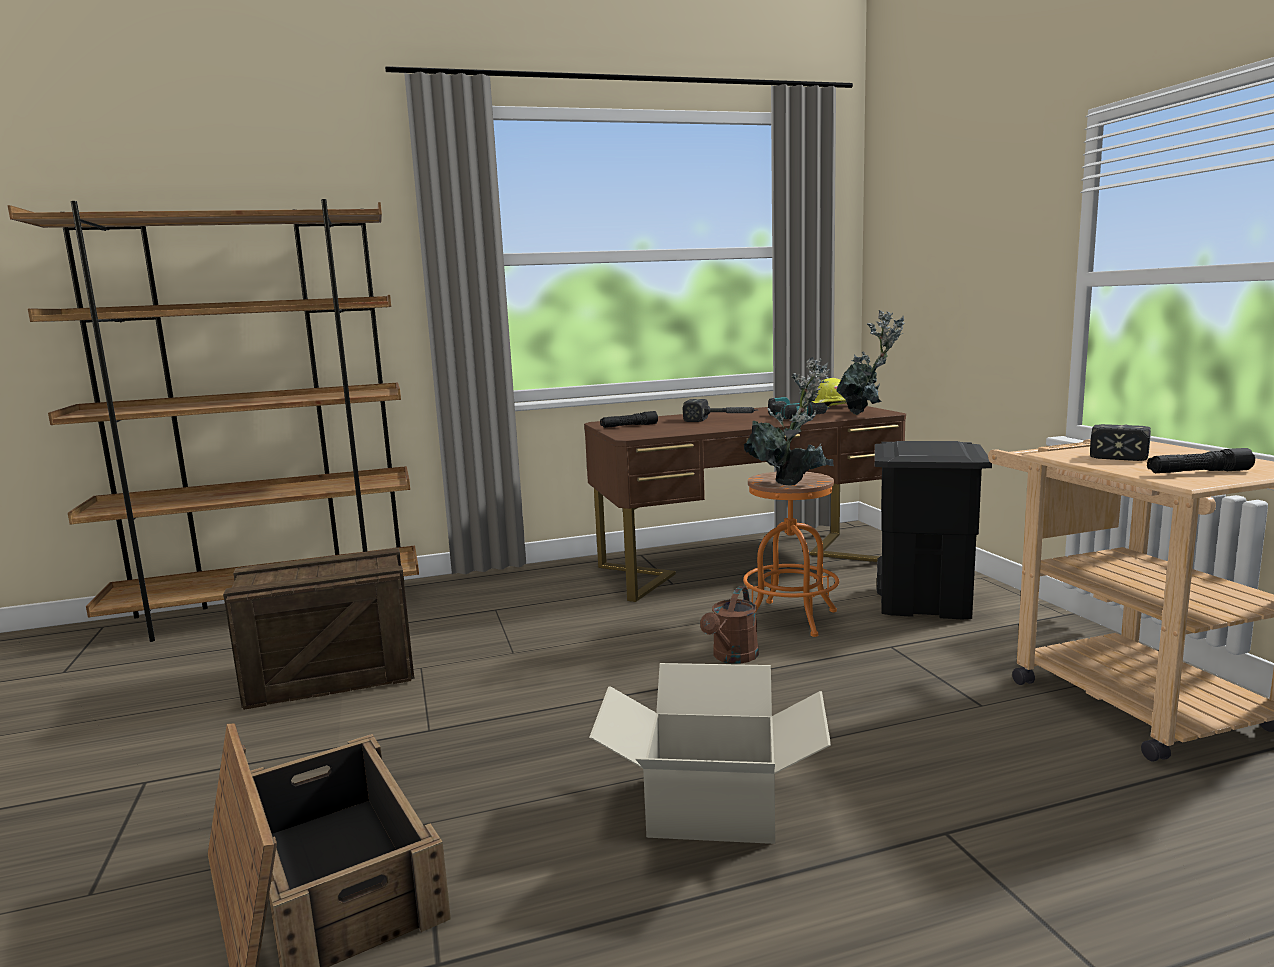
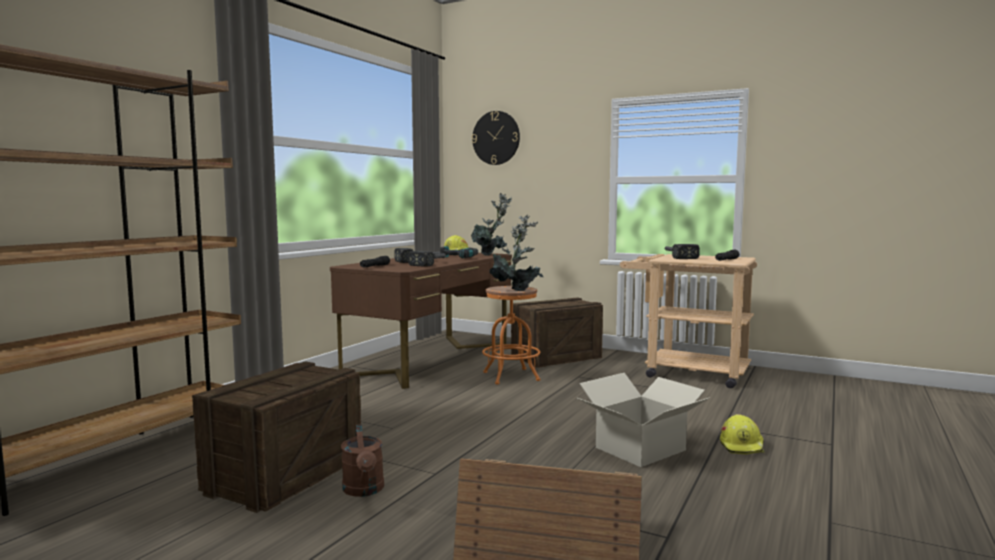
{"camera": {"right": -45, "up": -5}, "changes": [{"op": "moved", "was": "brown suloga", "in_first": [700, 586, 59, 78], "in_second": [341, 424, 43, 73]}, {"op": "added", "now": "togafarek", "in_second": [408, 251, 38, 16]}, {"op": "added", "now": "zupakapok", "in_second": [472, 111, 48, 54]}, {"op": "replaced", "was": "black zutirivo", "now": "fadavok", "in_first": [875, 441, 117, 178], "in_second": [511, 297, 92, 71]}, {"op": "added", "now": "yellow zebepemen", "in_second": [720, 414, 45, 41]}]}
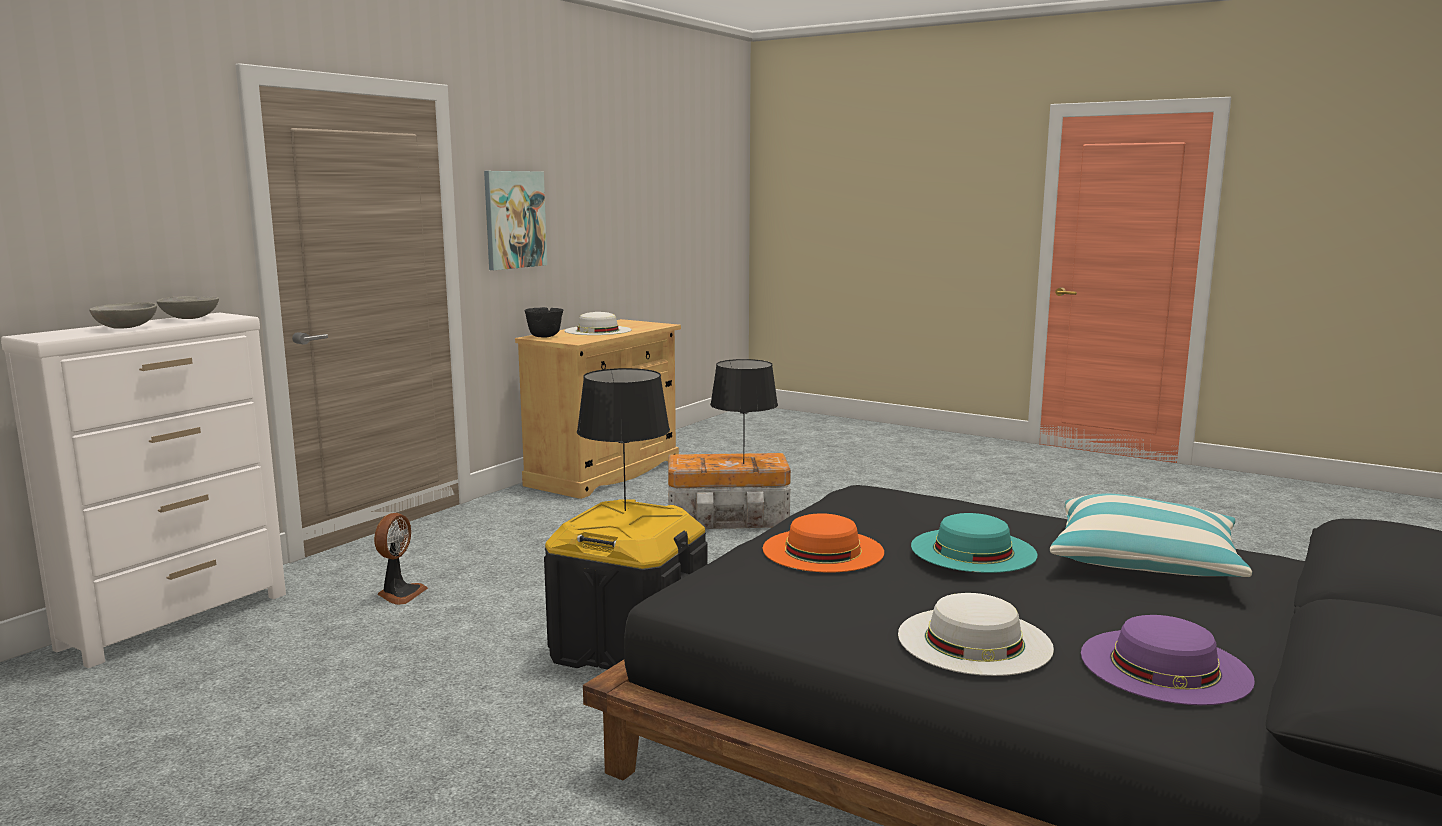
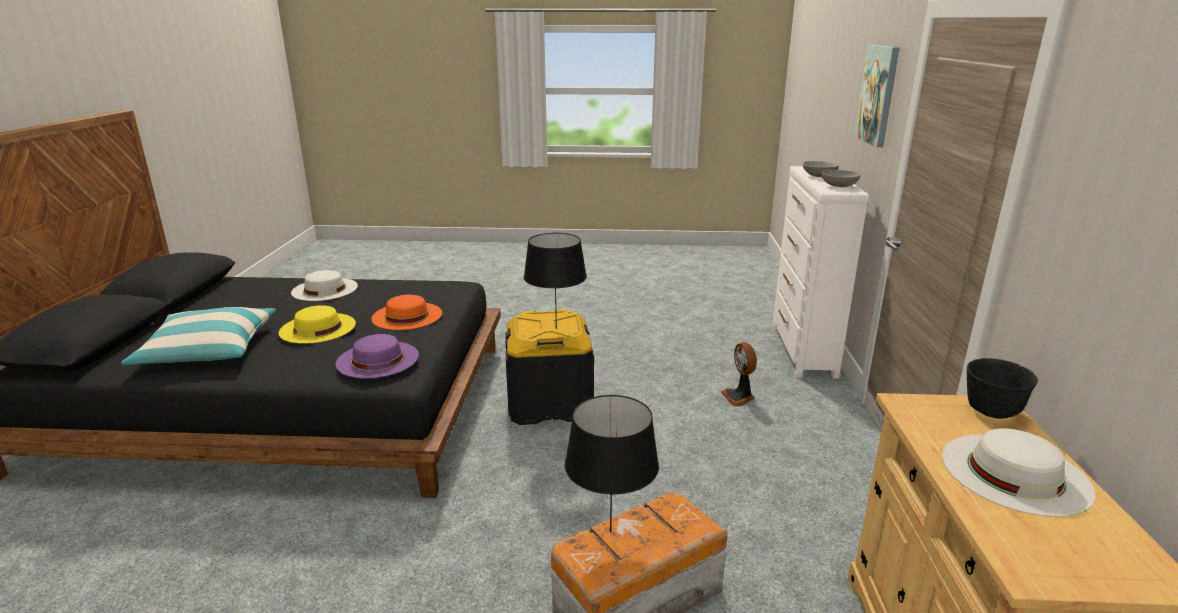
{"camera": {"right": 150, "up": 10}, "changes": [{"op": "recoloured", "was": "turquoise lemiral", "now": "yellow lemiral", "in_first": [911, 513, 127, 60], "in_second": [278, 305, 78, 39]}, {"op": "moved", "was": "purple lemiral", "in_first": [1081, 615, 174, 90], "in_second": [336, 334, 83, 44]}, {"op": "moved", "was": "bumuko", "in_first": [484, 171, 63, 99], "in_second": [854, 45, 46, 102]}]}
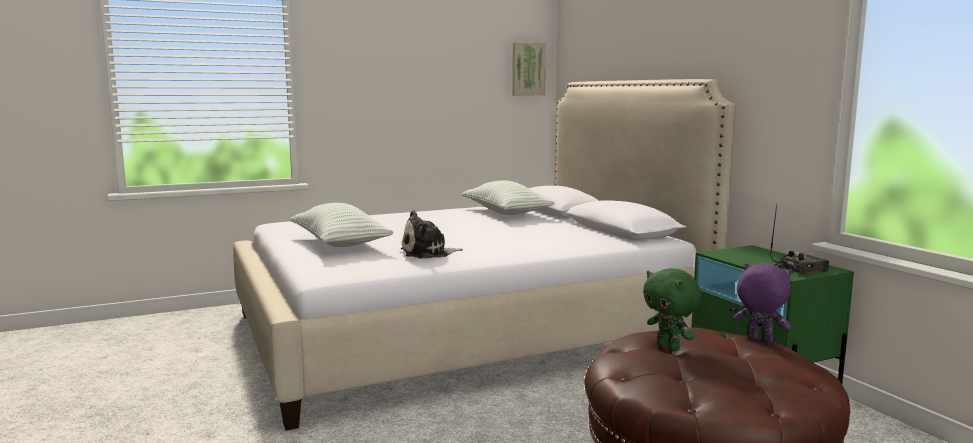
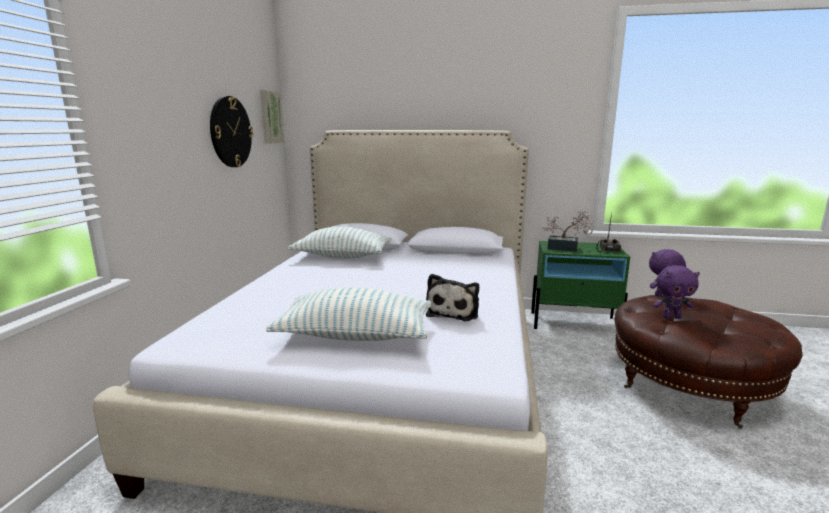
{"camera": {"right": -55, "up": 5}, "changes": [{"op": "added", "now": "zupakapok", "in_second": [210, 96, 43, 71]}, {"op": "added", "now": "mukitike", "in_second": [542, 211, 51, 41]}, {"op": "recoloured", "was": "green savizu", "now": "purple savizu", "in_first": [643, 268, 58, 84], "in_second": [653, 265, 47, 54]}]}
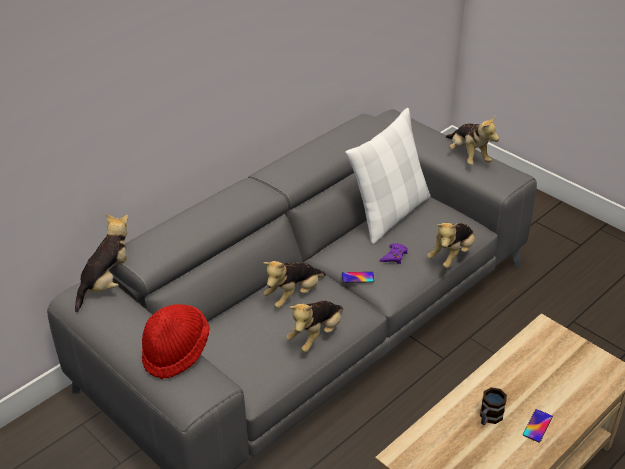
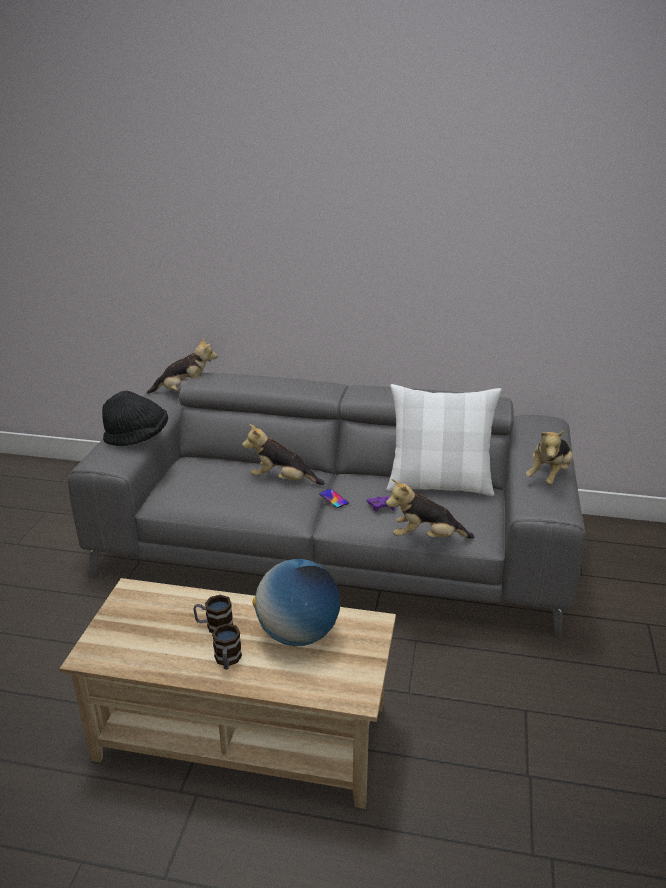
{"camera": {"right": 55, "up": -10}, "changes": [{"op": "recoloured", "was": "red lemiral", "now": "black lemiral", "in_first": [142, 304, 68, 75], "in_second": [102, 391, 66, 55]}, {"op": "replaced", "was": "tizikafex", "now": "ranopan", "in_first": [523, 409, 30, 33], "in_second": [212, 623, 30, 46]}, {"op": "added", "now": "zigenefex", "in_second": [252, 559, 88, 87]}, {"op": "removed", "was": "savizu", "in_first": [286, 301, 57, 51]}]}
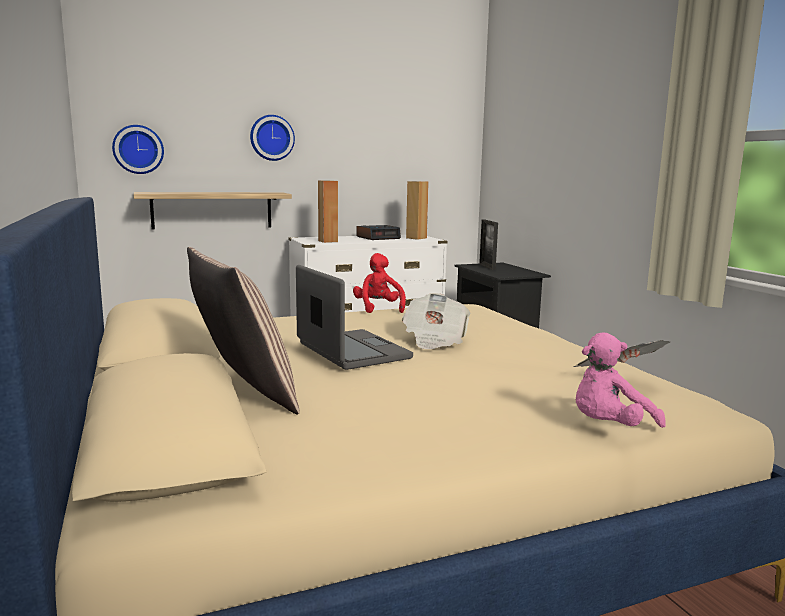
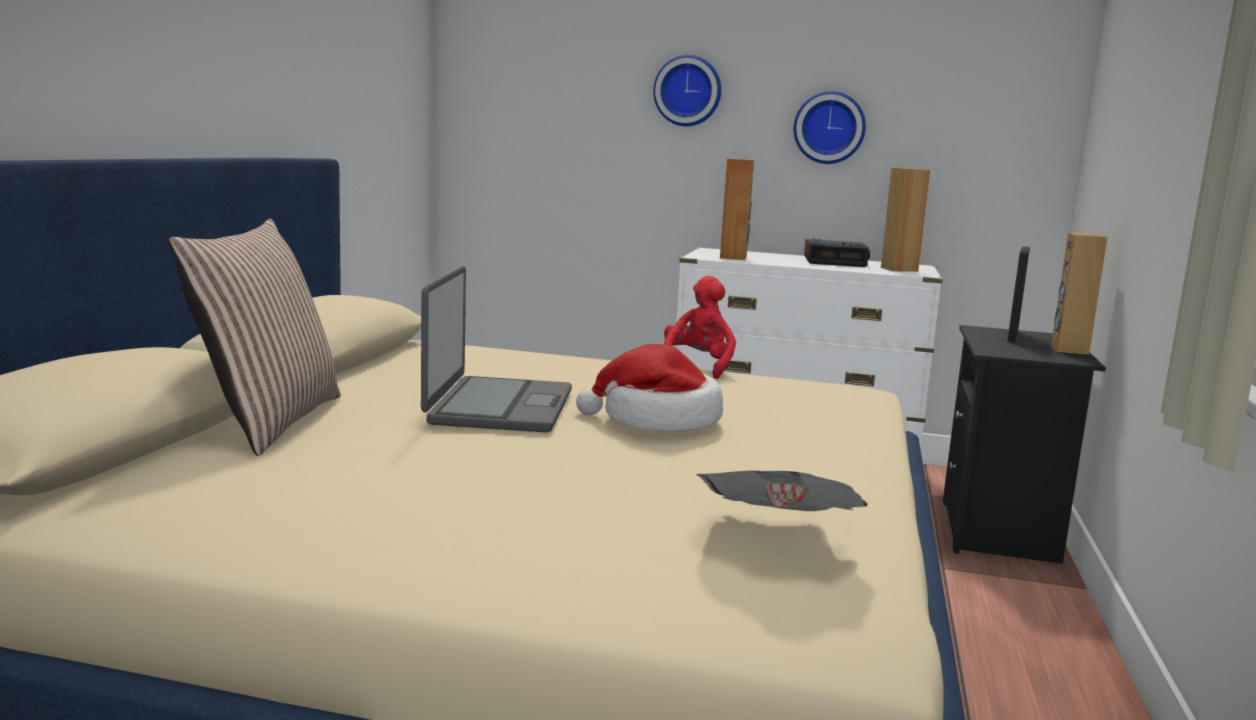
{"camera": {"right": 35, "up": 0}, "changes": [{"op": "replaced", "was": "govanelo", "now": "lemiral", "in_first": [402, 293, 68, 56], "in_second": [576, 344, 147, 88]}, {"op": "moved", "was": "zupakapok", "in_first": [112, 125, 52, 49], "in_second": [794, 91, 72, 73]}, {"op": "added", "now": "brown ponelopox", "in_second": [1051, 232, 56, 123]}, {"op": "removed", "was": "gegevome", "in_first": [134, 192, 158, 38]}, {"op": "removed", "was": "pink savizu", "in_first": [576, 332, 90, 96]}]}
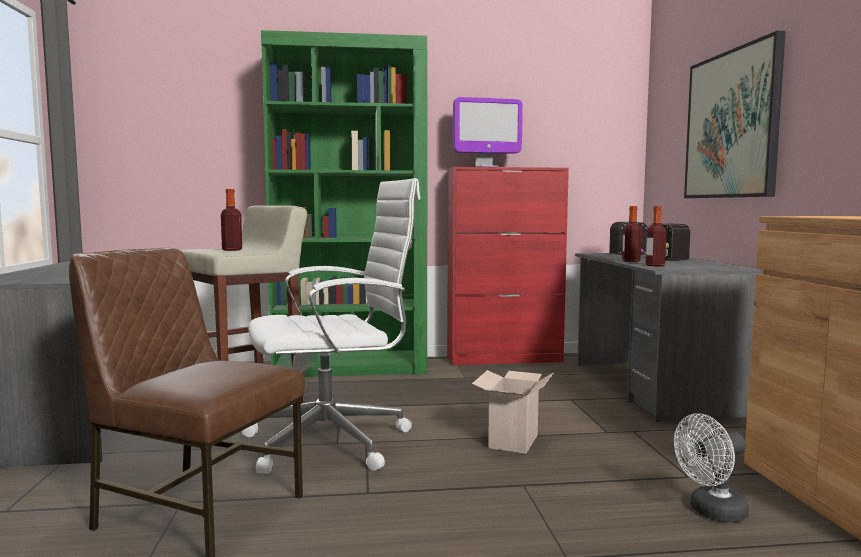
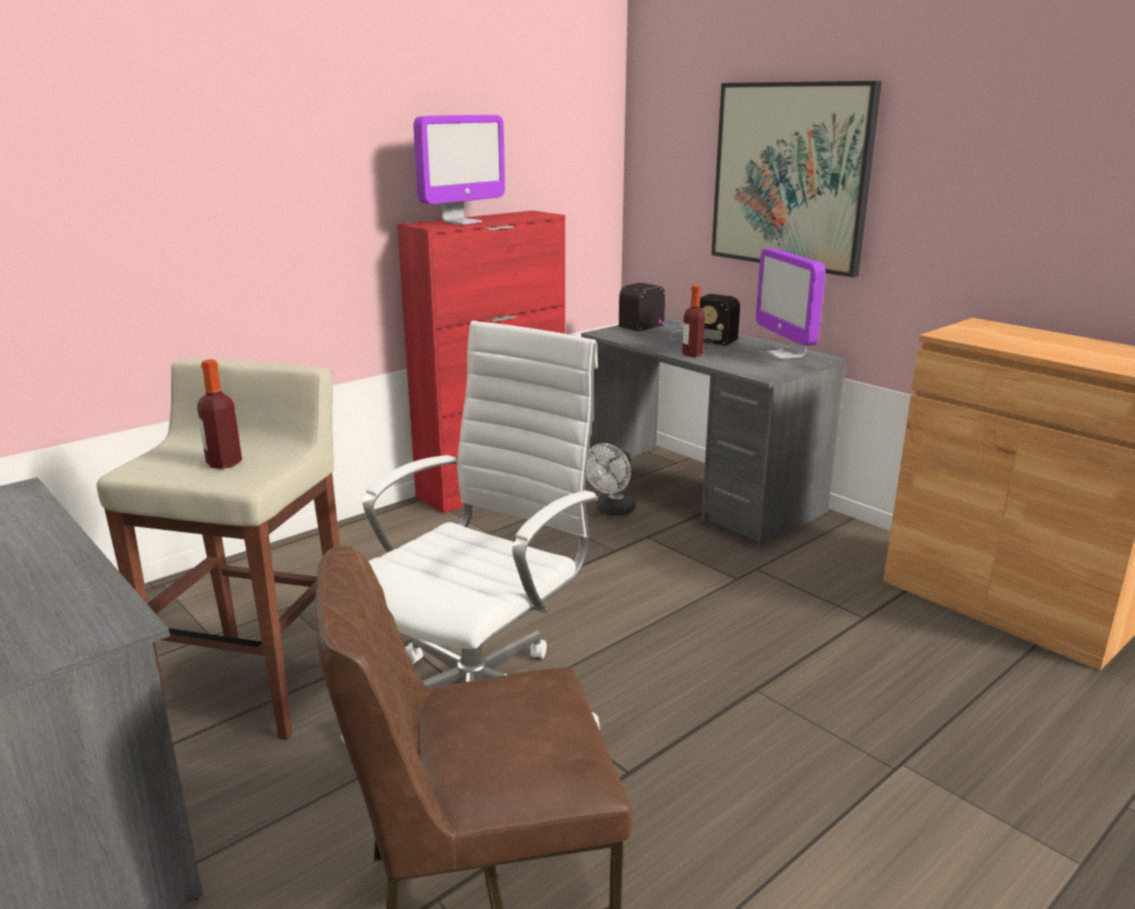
{"camera": {"right": -35, "up": 15}, "changes": [{"op": "moved", "was": "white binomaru", "in_first": [674, 413, 75, 109], "in_second": [586, 443, 50, 73]}, {"op": "added", "now": "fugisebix", "in_second": [756, 248, 70, 111]}, {"op": "removed", "was": "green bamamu", "in_first": [261, 30, 167, 347]}, {"op": "removed", "was": "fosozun", "in_first": [472, 370, 82, 84]}, {"op": "removed", "was": "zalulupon", "in_first": [646, 206, 21, 60]}]}
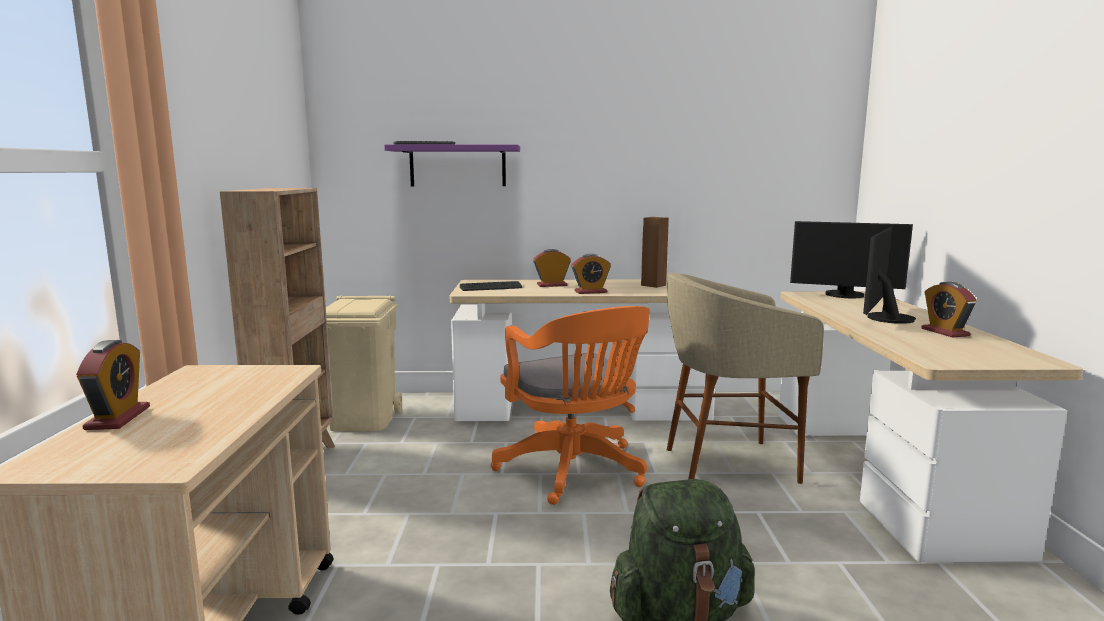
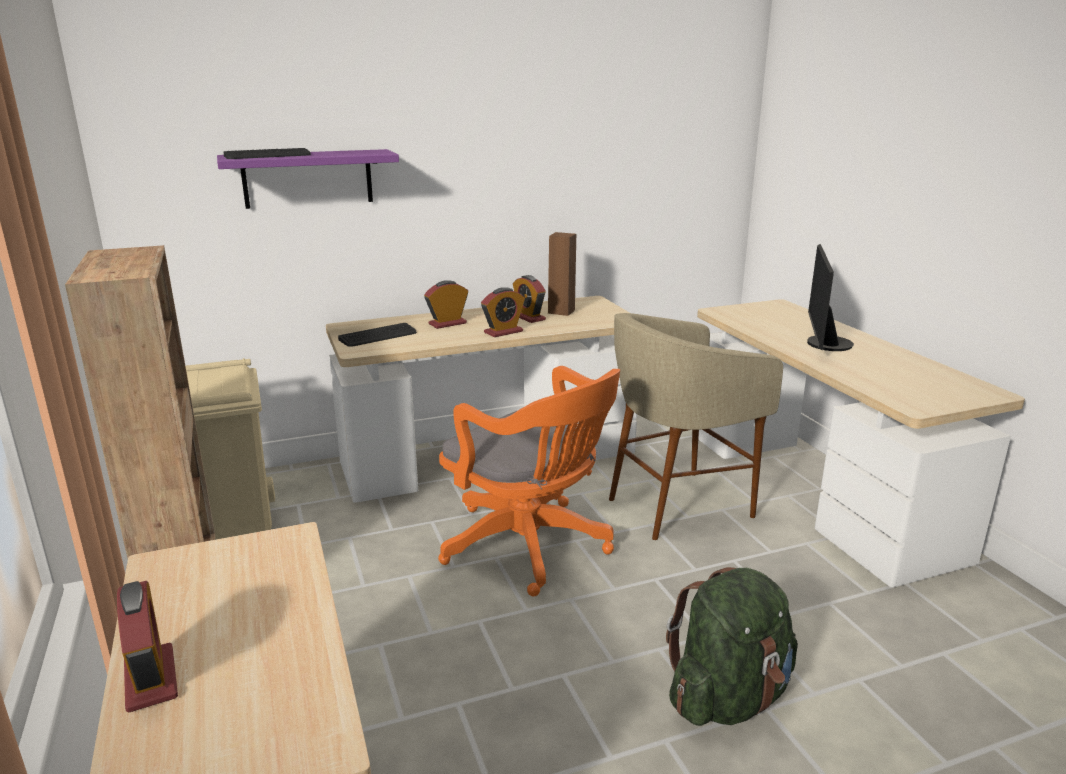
{"camera": {"right": -20, "up": 10}, "changes": [{"op": "moved", "was": "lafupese", "in_first": [921, 282, 56, 56], "in_second": [513, 275, 33, 48]}, {"op": "removed", "was": "fugisebix", "in_first": [790, 221, 123, 77]}]}
